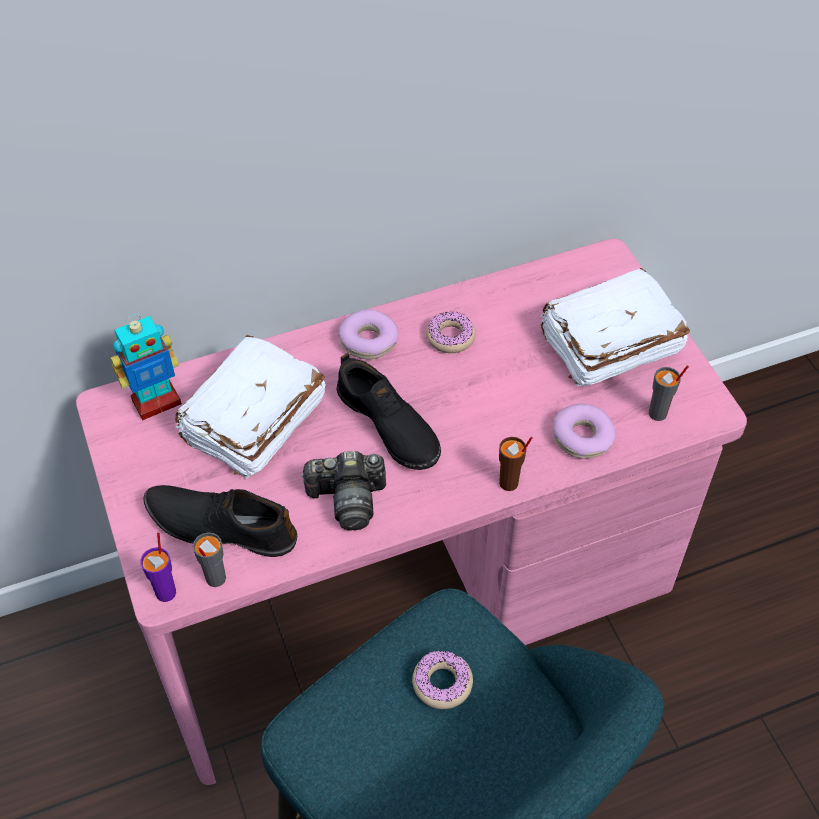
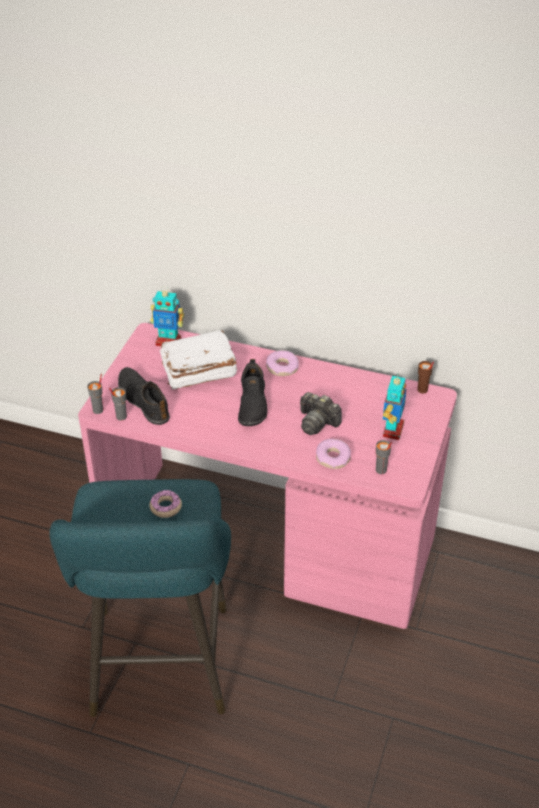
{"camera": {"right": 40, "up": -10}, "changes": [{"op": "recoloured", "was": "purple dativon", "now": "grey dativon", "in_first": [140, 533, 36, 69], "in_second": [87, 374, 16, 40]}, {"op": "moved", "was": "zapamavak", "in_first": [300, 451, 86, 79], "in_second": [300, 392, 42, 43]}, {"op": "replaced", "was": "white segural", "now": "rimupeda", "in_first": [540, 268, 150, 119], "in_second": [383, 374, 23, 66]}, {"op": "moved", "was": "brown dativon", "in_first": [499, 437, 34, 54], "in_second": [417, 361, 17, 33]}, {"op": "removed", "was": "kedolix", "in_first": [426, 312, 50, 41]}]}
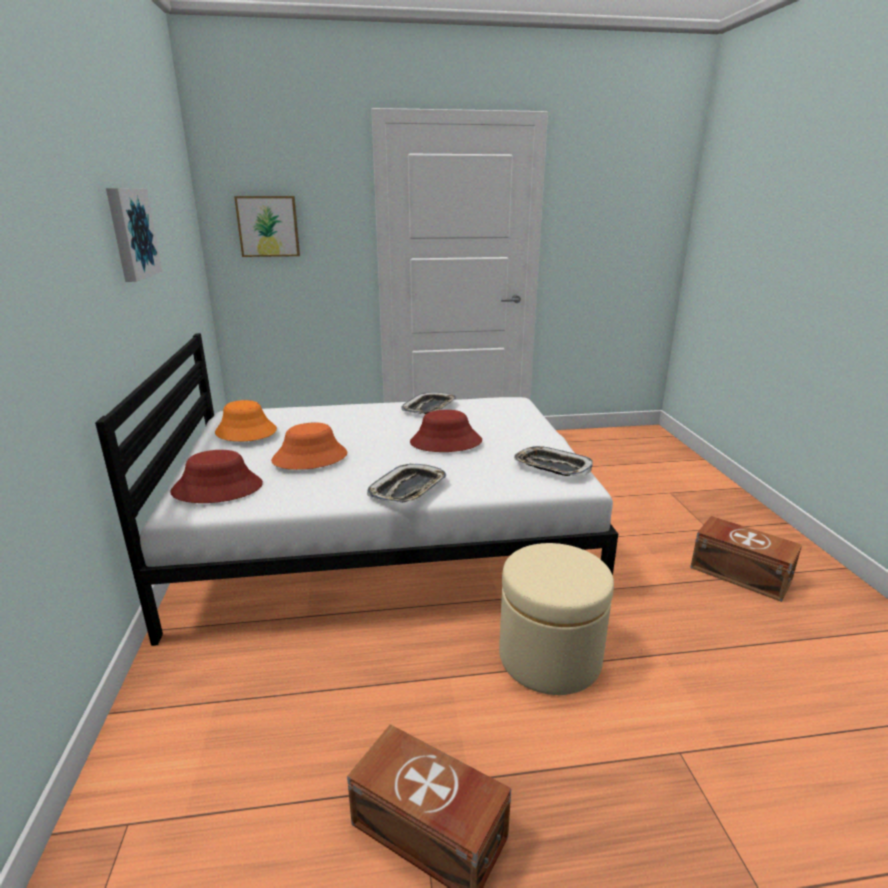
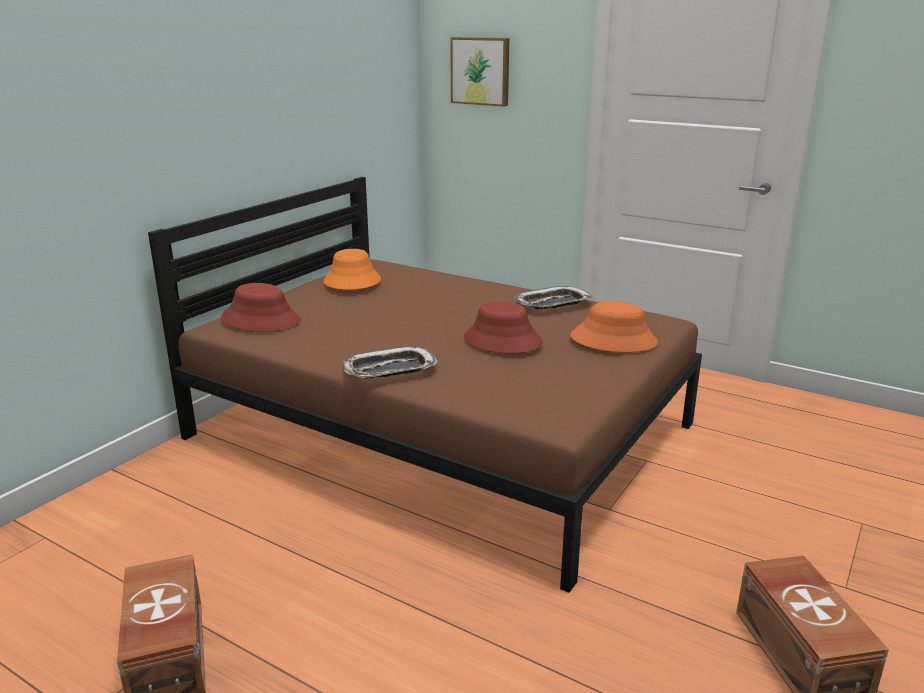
{"camera": {"right": 40, "up": 0}, "changes": [{"op": "recoloured", "was": "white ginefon", "now": "brown ginefon", "in_first": [95, 333, 523, 313], "in_second": [148, 177, 554, 416]}, {"op": "moved", "was": "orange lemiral", "in_first": [271, 423, 76, 47], "in_second": [570, 301, 88, 51]}, {"op": "removed", "was": "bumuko", "in_first": [106, 188, 56, 94]}, {"op": "removed", "was": "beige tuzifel", "in_first": [499, 543, 115, 152]}, {"op": "removed", "was": "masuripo", "in_first": [514, 446, 79, 30]}]}
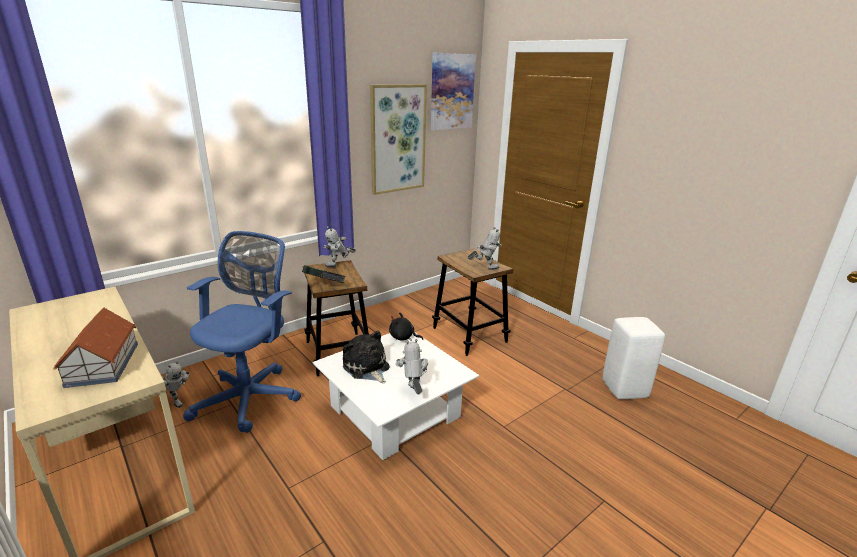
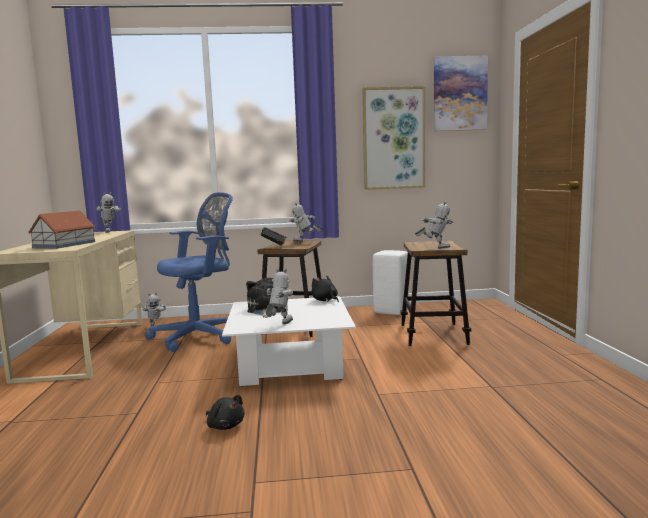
{"camera": {"right": 35, "up": -15}, "changes": [{"op": "added", "now": "rimupeda", "in_second": [96, 192, 25, 41]}, {"op": "added", "now": "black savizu", "in_second": [206, 395, 39, 35]}, {"op": "moved", "was": "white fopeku", "in_first": [602, 317, 63, 82], "in_second": [373, 250, 36, 65]}]}
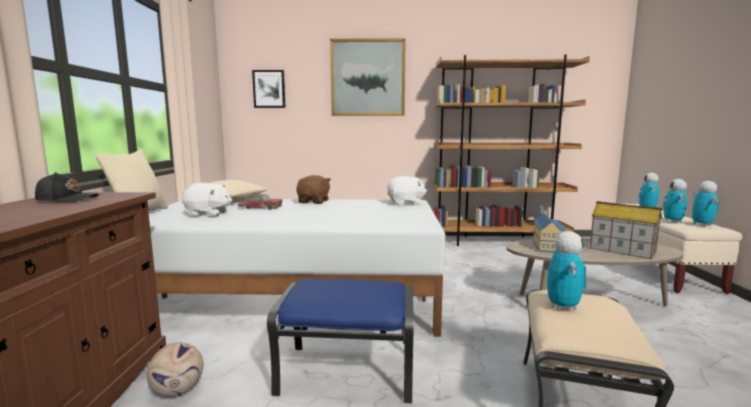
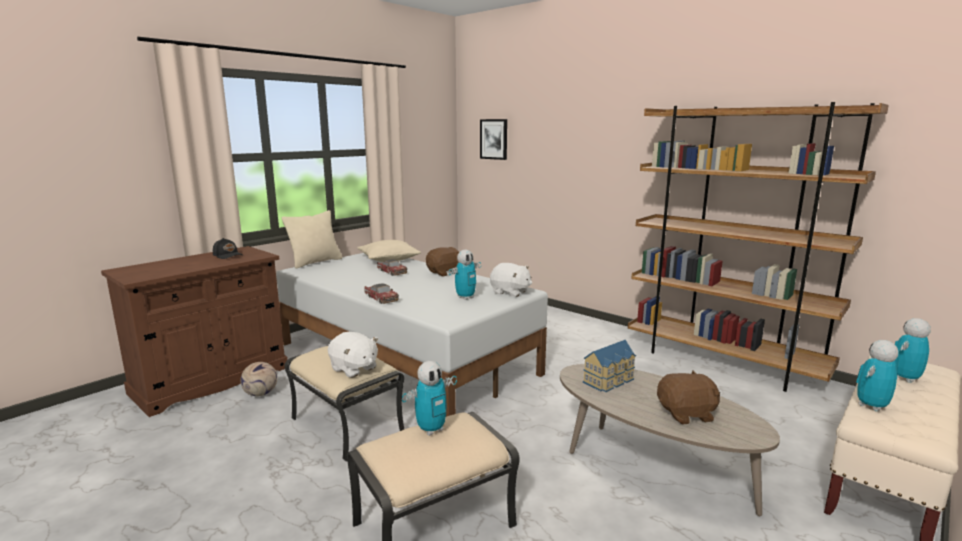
{"camera": {"right": 40, "up": 5}, "changes": [{"op": "recoloured", "was": "blue tuzifel", "now": "beige tuzifel", "in_first": [267, 279, 147, 125], "in_second": [284, 346, 120, 115]}, {"op": "moved", "was": "white savizu", "in_first": [182, 183, 50, 33], "in_second": [328, 332, 50, 46]}, {"op": "added", "now": "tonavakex", "in_second": [365, 283, 34, 21]}, {"op": "moved", "was": "rimupeda", "in_first": [692, 181, 29, 45], "in_second": [449, 250, 32, 50]}, {"op": "replaced", "was": "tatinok", "now": "brown savizu", "in_first": [589, 201, 74, 58], "in_second": [657, 371, 63, 53]}, {"op": "removed", "was": "bumuko", "in_first": [330, 38, 76, 78]}]}
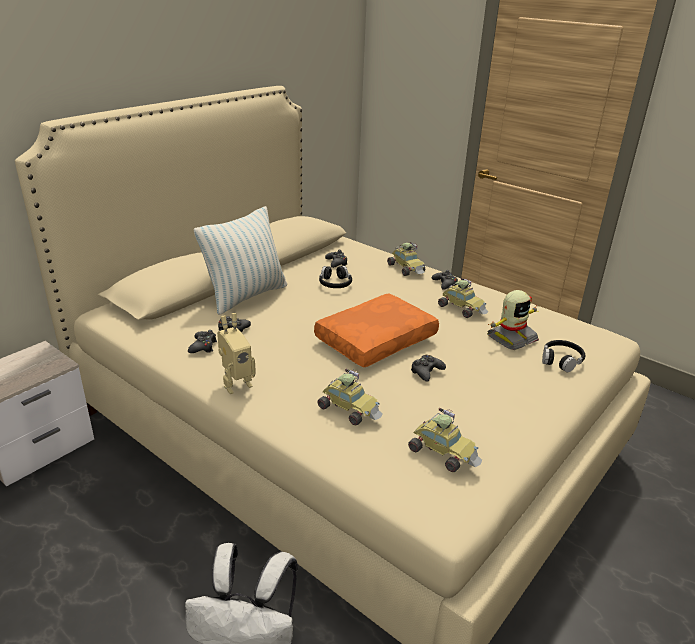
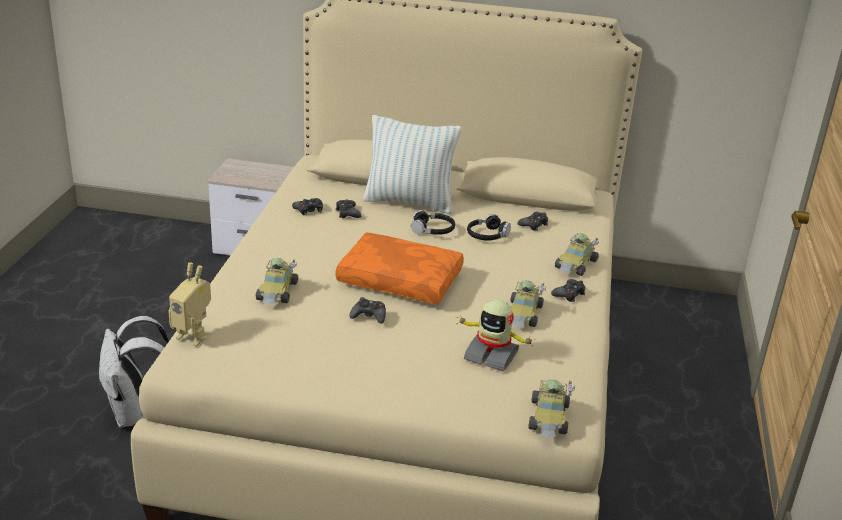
{"camera": {"right": 60, "up": 0}, "changes": [{"op": "moved", "was": "rimupeda", "in_first": [217, 313, 39, 81], "in_second": [168, 262, 43, 84]}, {"op": "moved", "was": "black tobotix", "in_first": [542, 340, 43, 32], "in_second": [411, 210, 44, 25]}, {"op": "moved", "was": "tonavakex", "in_first": [408, 408, 74, 64], "in_second": [528, 380, 47, 57]}]}
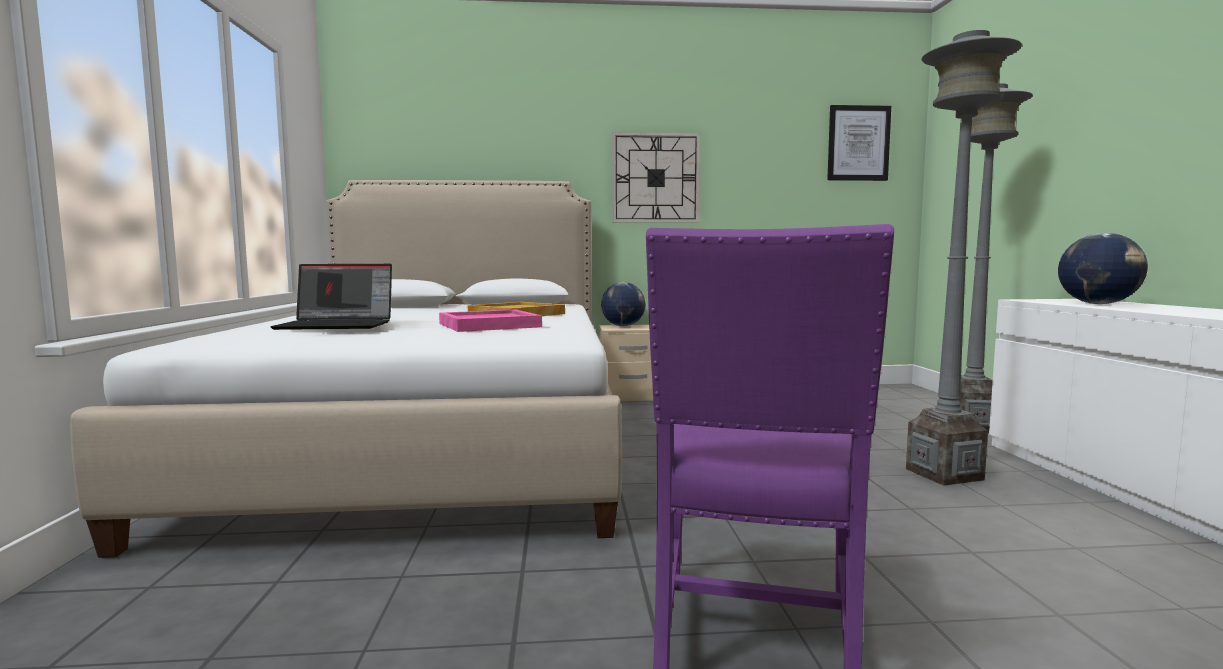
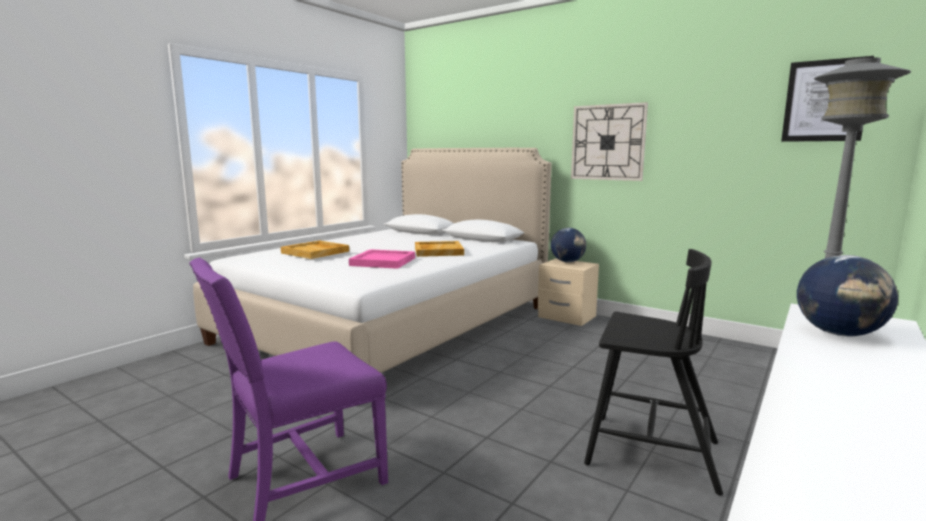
{"camera": {"right": 40, "up": 5}, "changes": [{"op": "replaced", "was": "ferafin", "now": "beige masuripo", "in_first": [270, 264, 122, 66], "in_second": [281, 241, 68, 18]}, {"op": "replaced", "was": "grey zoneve", "now": "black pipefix", "in_first": [906, 30, 116, 456], "in_second": [584, 249, 139, 247]}]}
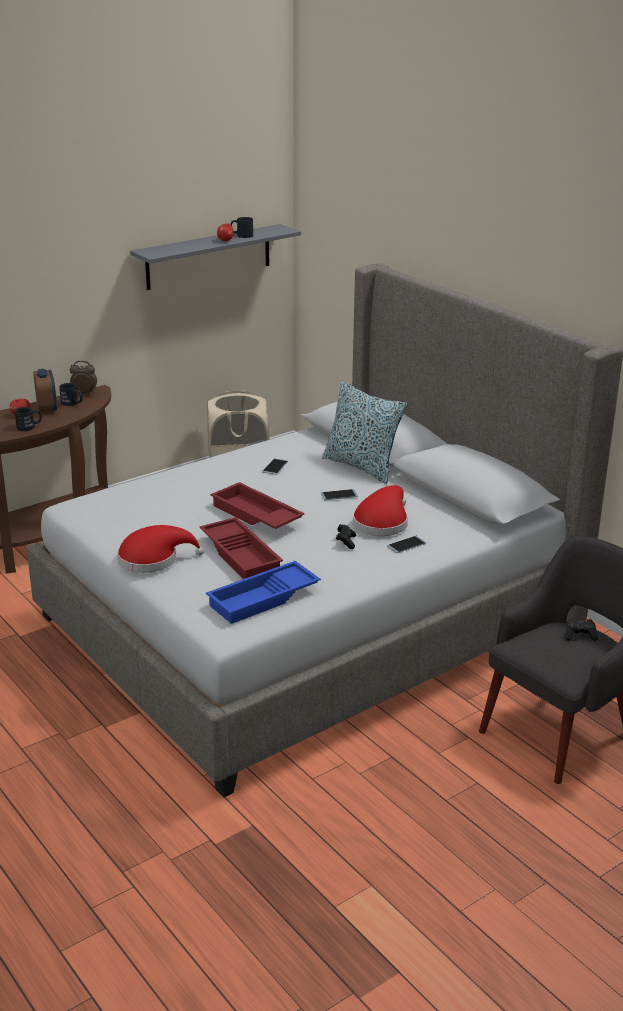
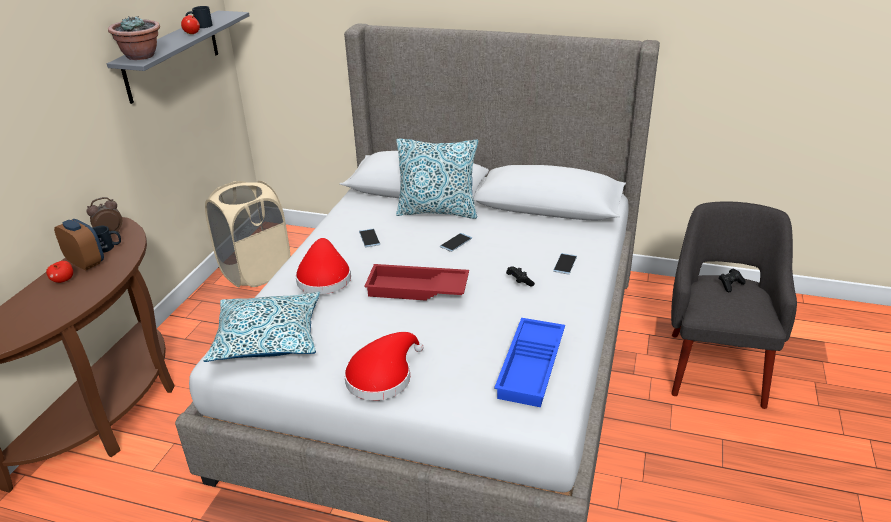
{"camera": {"right": -35, "up": 5}, "changes": [{"op": "added", "now": "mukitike", "in_second": [108, 16, 52, 44]}, {"op": "added", "now": "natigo", "in_second": [204, 292, 116, 70]}, {"op": "moved", "was": "red lemiral", "in_first": [353, 485, 55, 51], "in_second": [295, 238, 56, 56]}, {"op": "removed", "was": "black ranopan", "in_first": [14, 407, 28, 24]}, {"op": "removed", "was": "red masuripo", "in_first": [200, 517, 83, 62]}]}
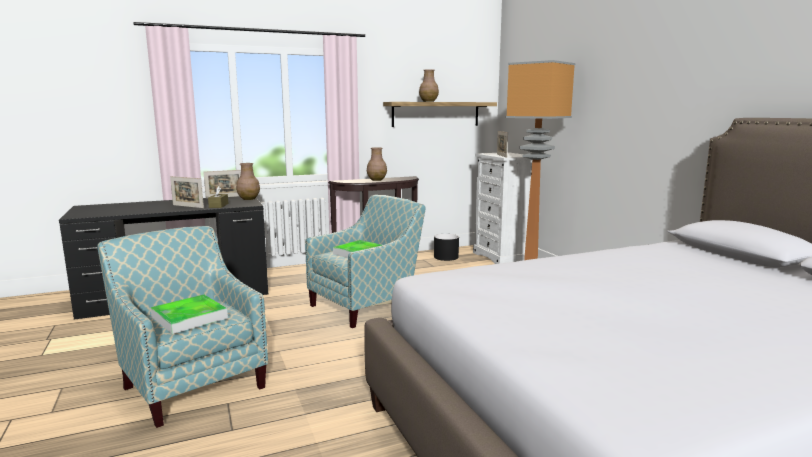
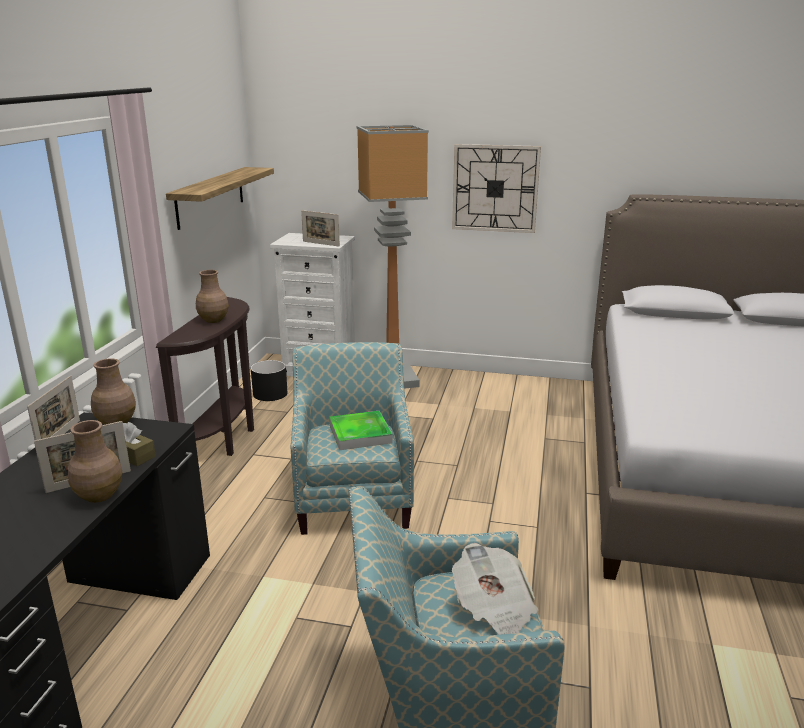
{"camera": {"right": -55, "up": 10}, "changes": [{"op": "moved", "was": "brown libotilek", "in_first": [419, 69, 20, 33], "in_second": [68, 420, 54, 83]}, {"op": "added", "now": "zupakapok", "in_second": [452, 144, 89, 89]}, {"op": "replaced", "was": "masuripo", "now": "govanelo", "in_first": [150, 295, 78, 39], "in_second": [452, 543, 86, 92]}]}
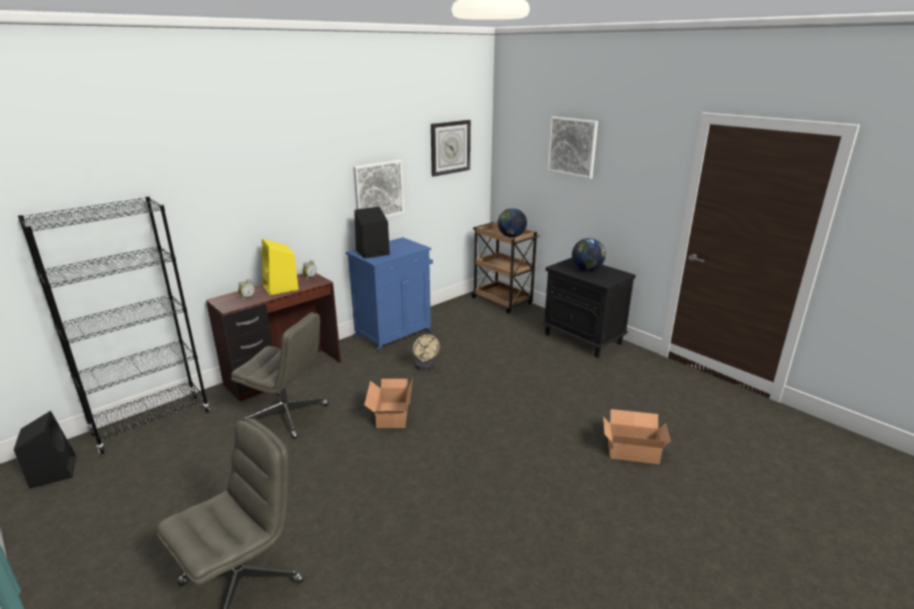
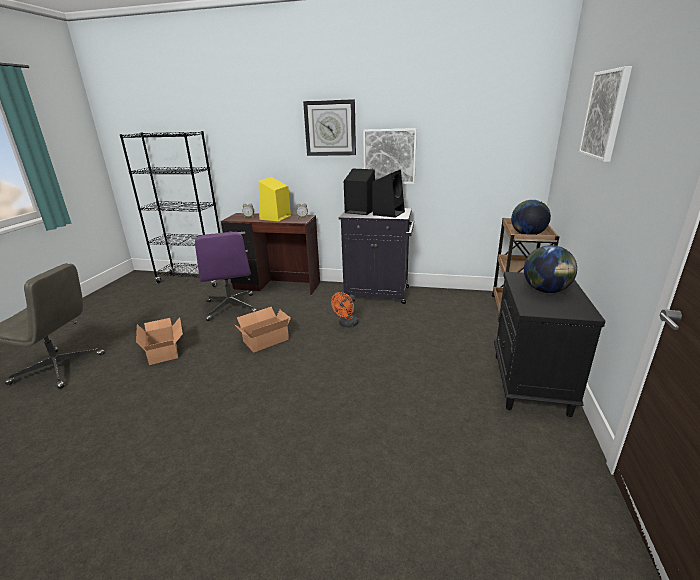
{"camera": {"right": 55, "up": 0}, "changes": [{"op": "moved", "was": "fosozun", "in_first": [603, 409, 68, 55], "in_second": [136, 317, 47, 48]}, {"op": "recoloured", "was": "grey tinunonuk", "now": "purple tinunonuk", "in_first": [231, 312, 98, 127], "in_second": [195, 232, 62, 89]}, {"op": "moved", "was": "zupakapok", "in_first": [431, 120, 40, 57], "in_second": [303, 99, 53, 57]}, {"op": "recoloured", "was": "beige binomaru", "now": "orange binomaru", "in_first": [413, 335, 27, 35], "in_second": [331, 292, 28, 36]}, {"op": "recoloured", "was": "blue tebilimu", "now": "black tebilimu", "in_first": [346, 237, 87, 115], "in_second": [339, 208, 75, 96]}, {"op": "moved", "was": "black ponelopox", "in_first": [14, 411, 62, 78], "in_second": [372, 170, 33, 48]}]}
